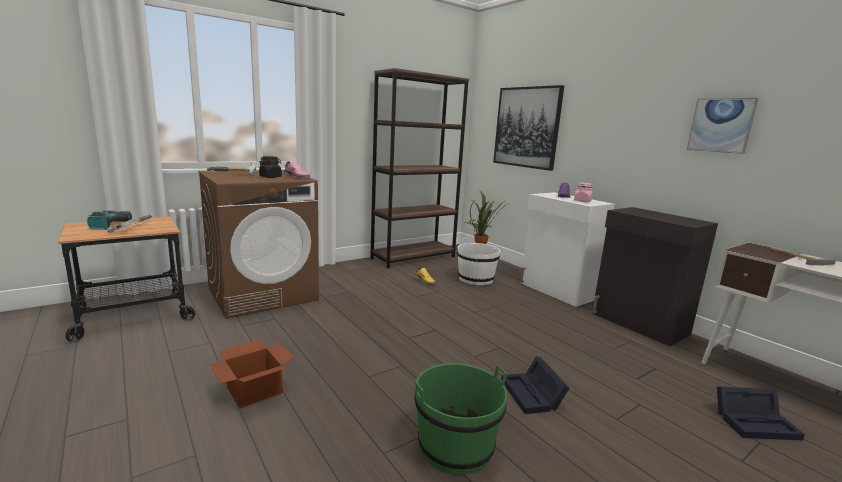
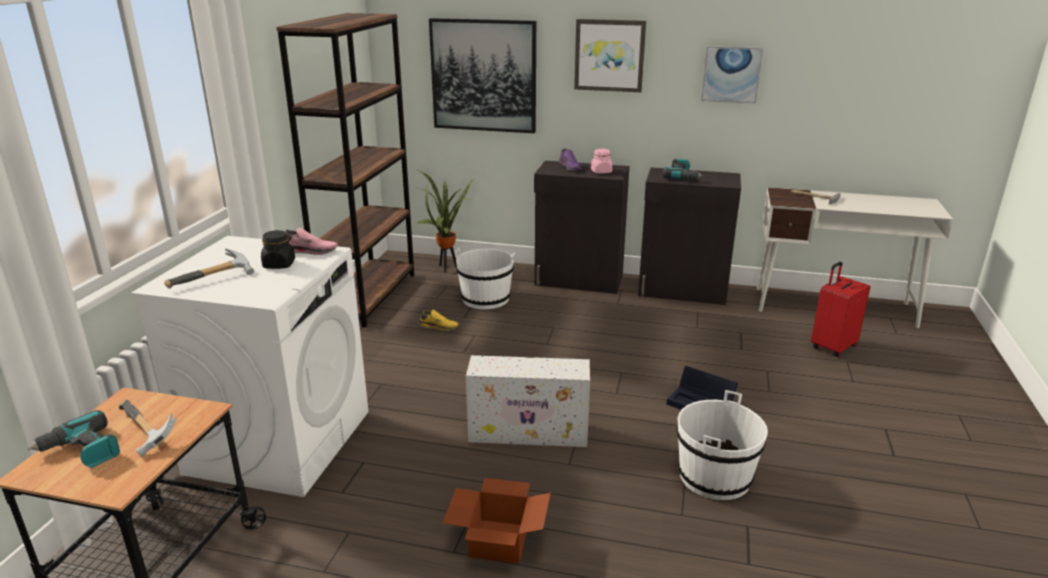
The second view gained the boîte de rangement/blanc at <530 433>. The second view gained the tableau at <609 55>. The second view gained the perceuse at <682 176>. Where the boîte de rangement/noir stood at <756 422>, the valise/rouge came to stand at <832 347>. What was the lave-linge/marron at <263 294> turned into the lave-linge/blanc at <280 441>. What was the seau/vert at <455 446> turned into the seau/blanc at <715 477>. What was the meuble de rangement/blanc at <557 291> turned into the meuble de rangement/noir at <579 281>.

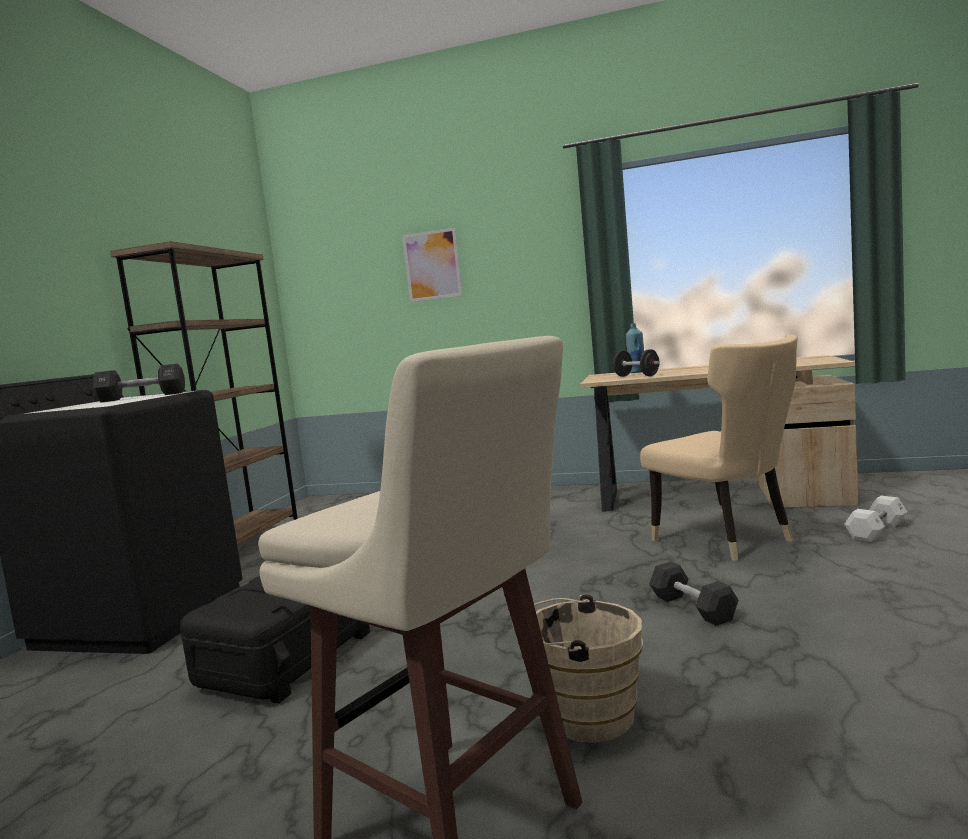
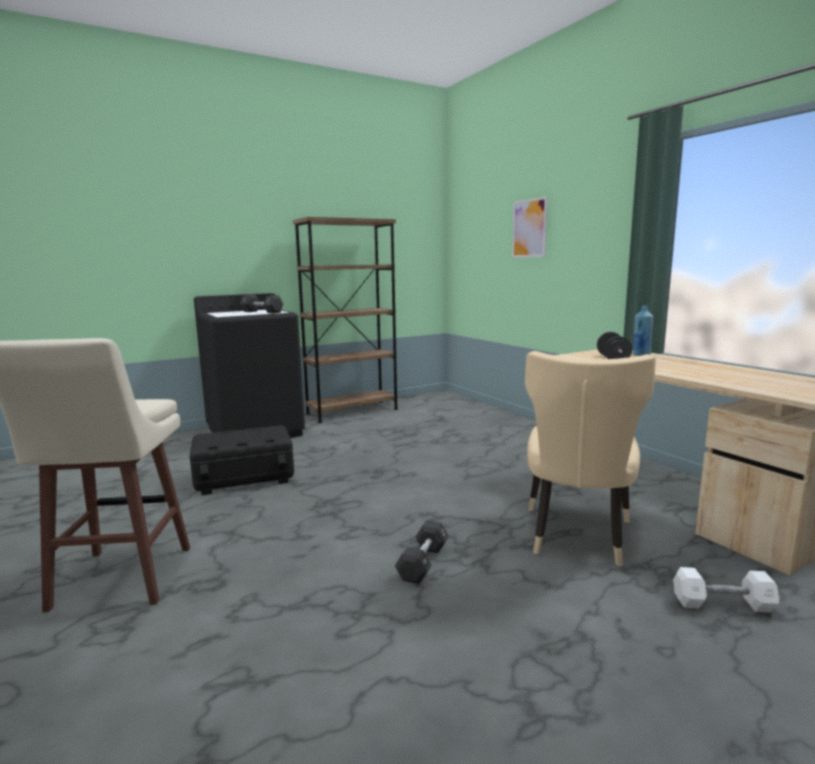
The second view lost the seau/beige at <582 715>.

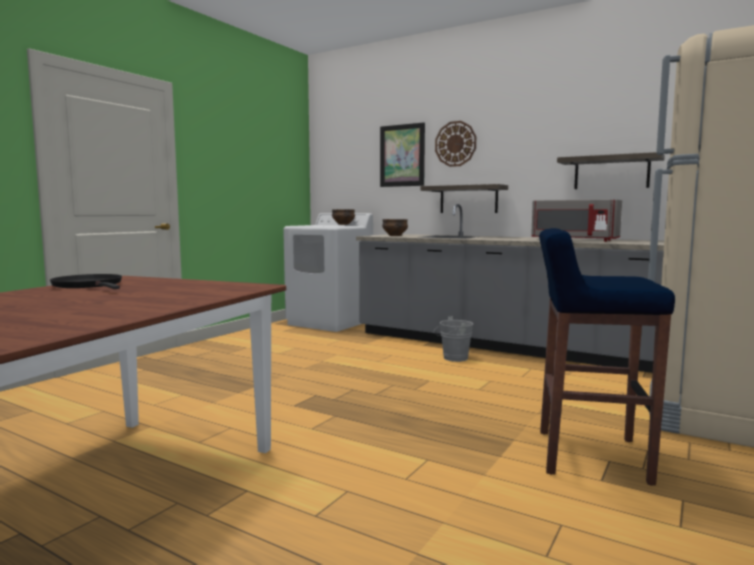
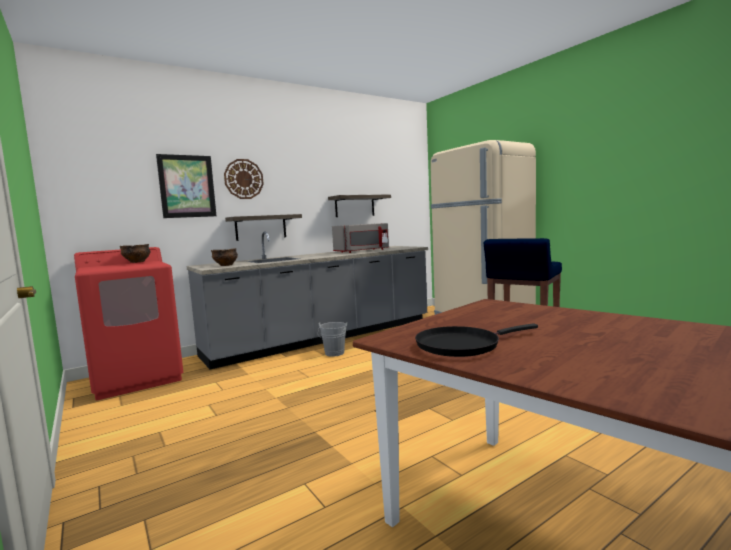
What was the lave-linge/blanc at <330 322> turned into the lave-linge/rouge at <137 378>.

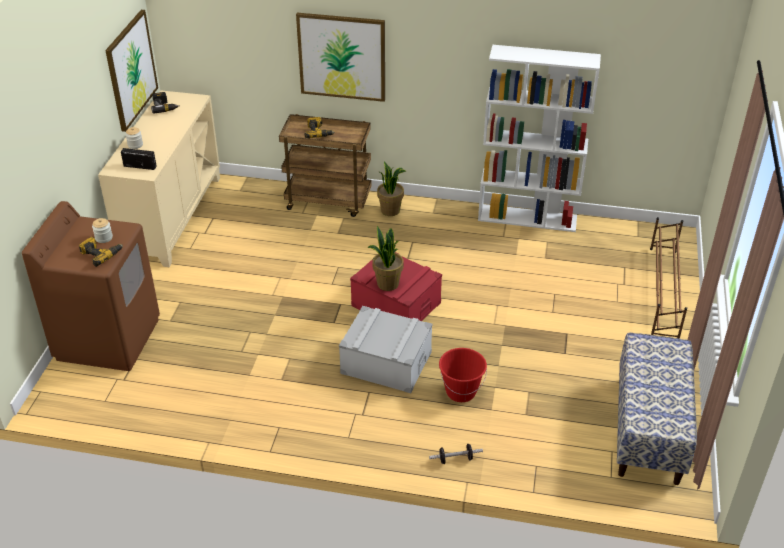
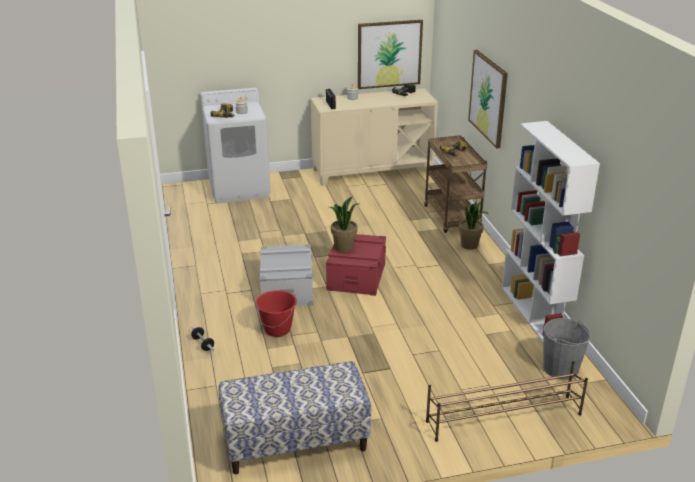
The second view gained the seau/gris at <561 368>. What was the lave-linge/marron at <108 338> turned into the lave-linge/blanc at <239 188>.

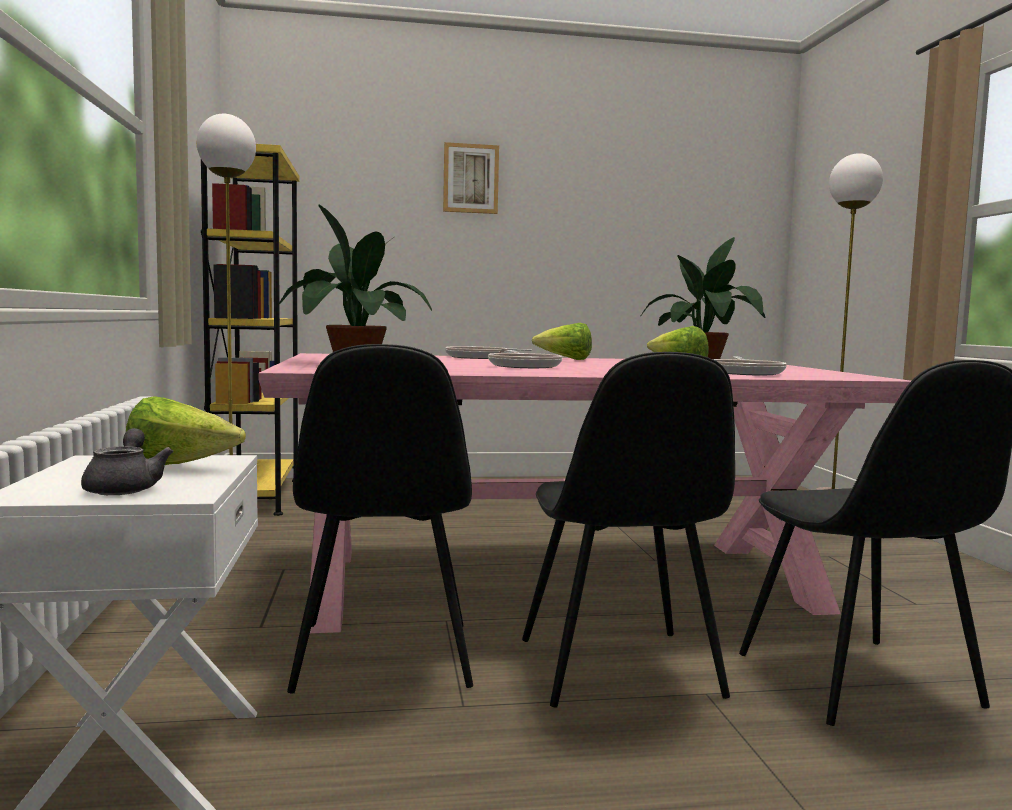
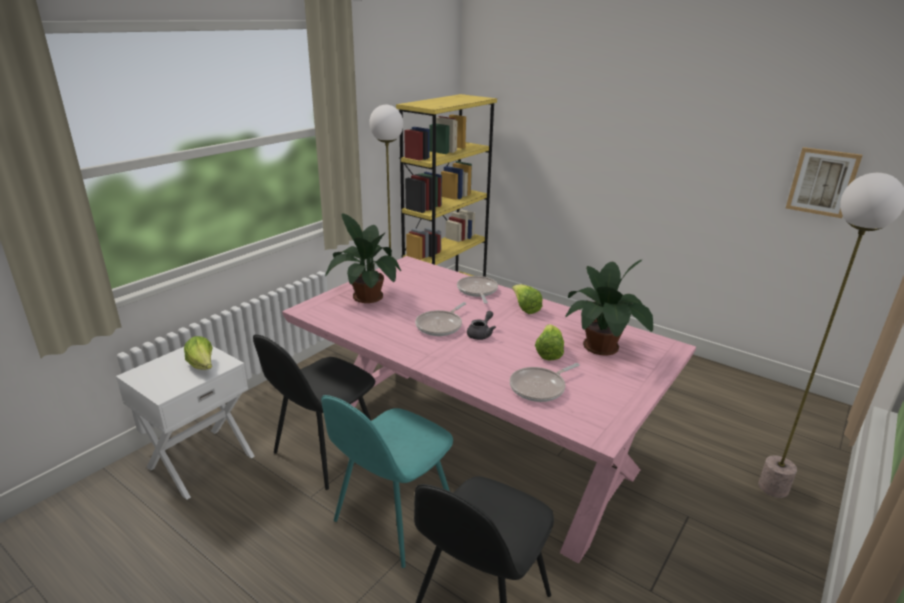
The théière/gris ended up elsewhere, having gone from <125 488> to <481 334>. The tableau ended up elsewhere, having gone from <470 179> to <822 182>. What was the chaise/noir at <619 670> turned into the chaise/turquoise at <392 519>.

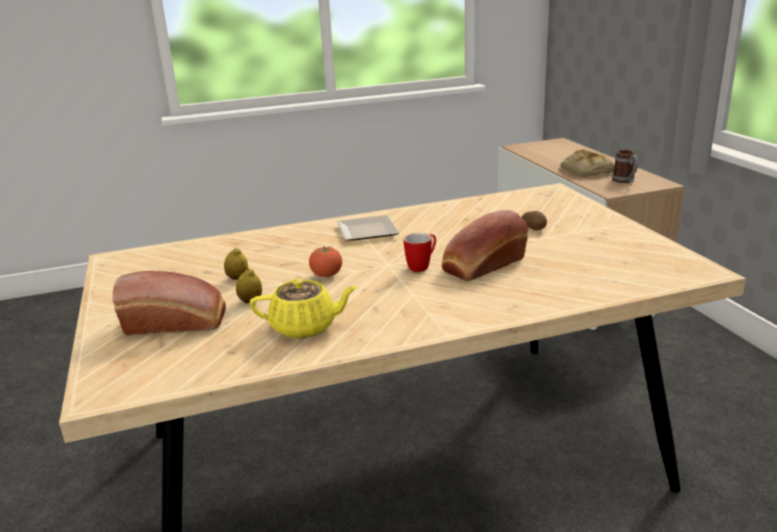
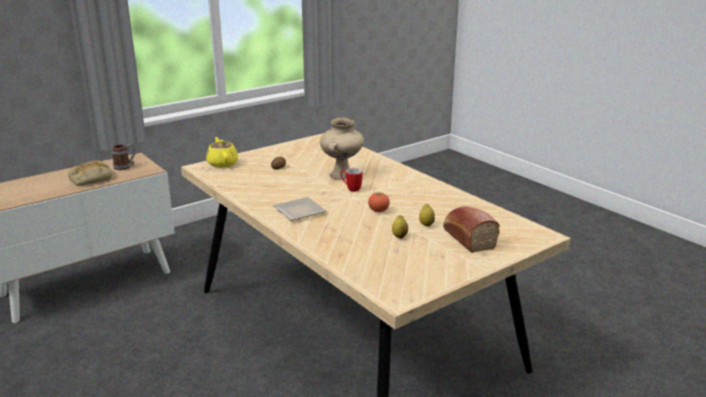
The théière/jaune ended up elsewhere, having gone from <305 327> to <222 163>. Where the pain stood at <482 265>, the vase/beige came to stand at <342 175>.

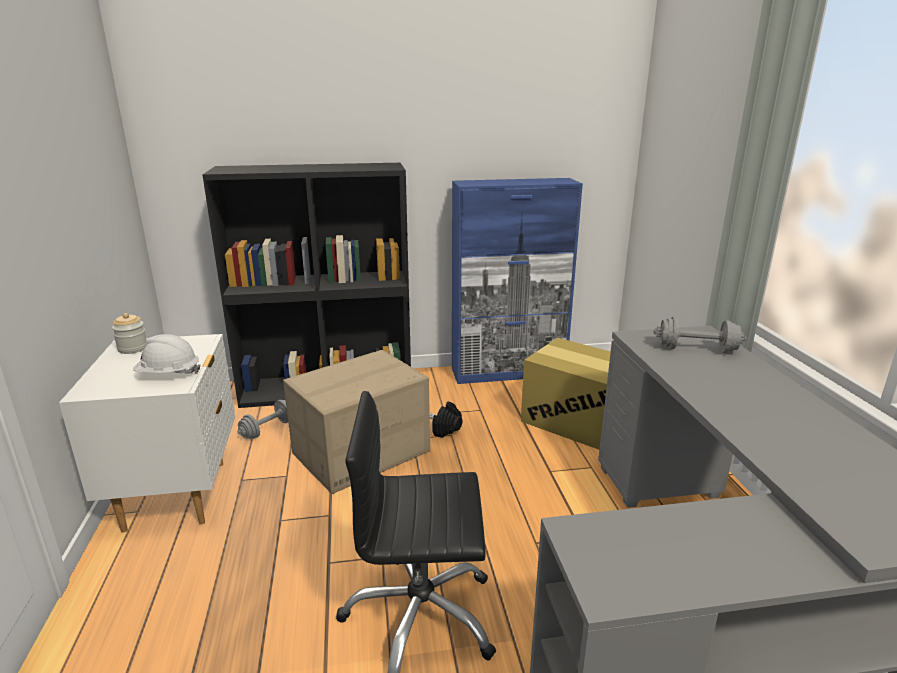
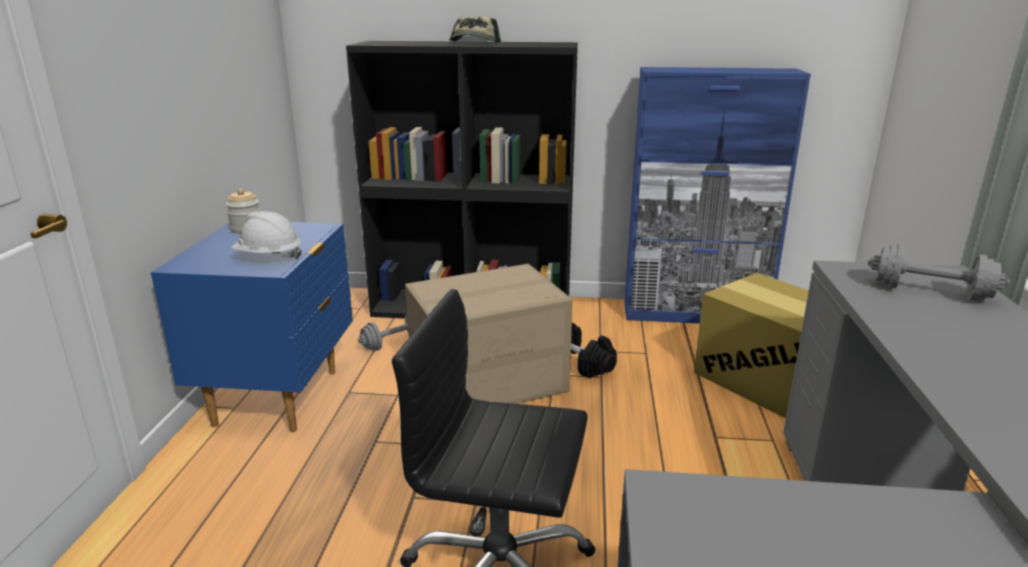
The second view gained the casquette at <474 43>. What was the table de chevet/blanc at <178 495> turned into the table de chevet/bleu at <279 397>.

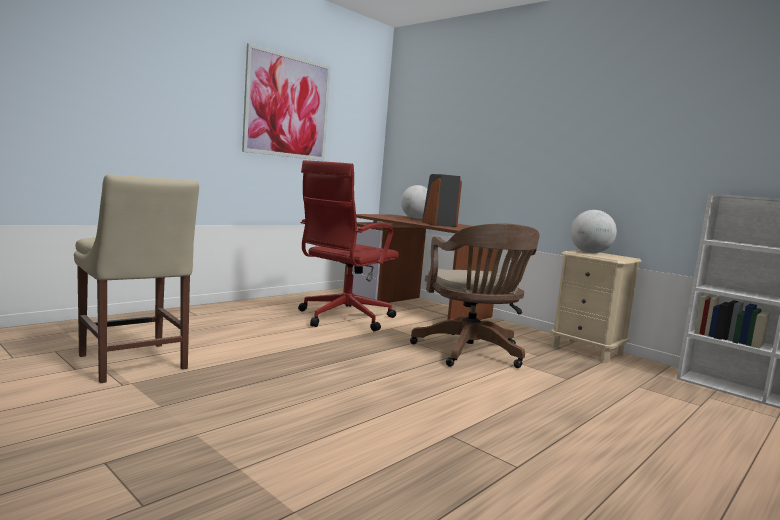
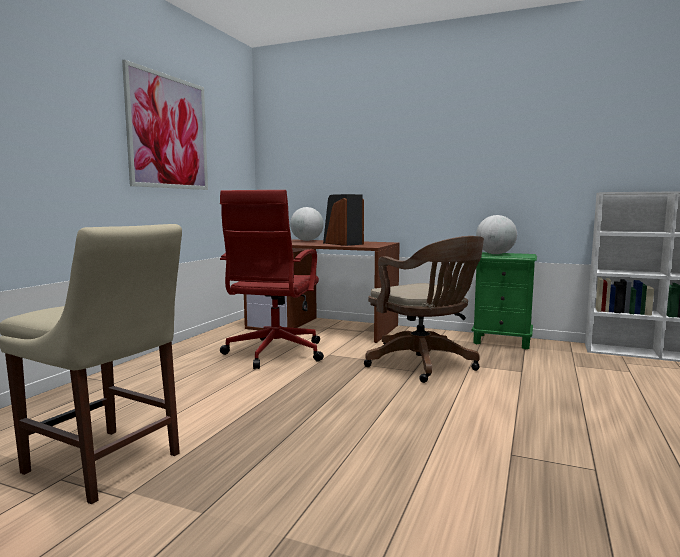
What was the table de chevet/beige at <587 350> turned into the table de chevet/vert at <502 341>.

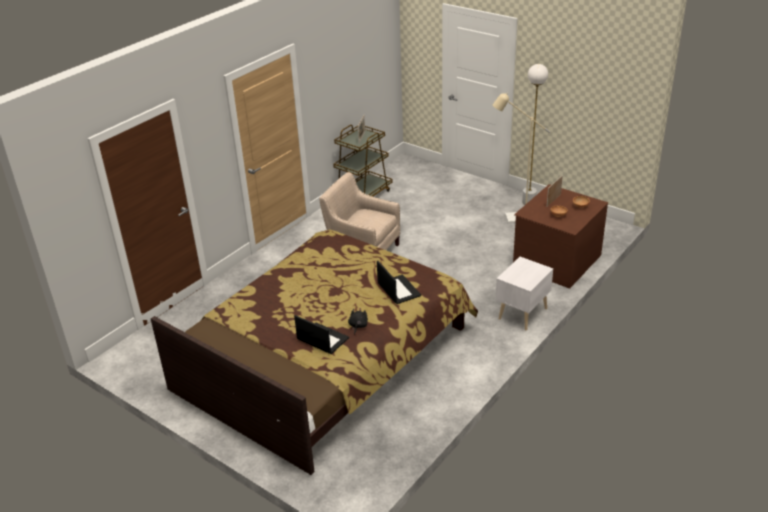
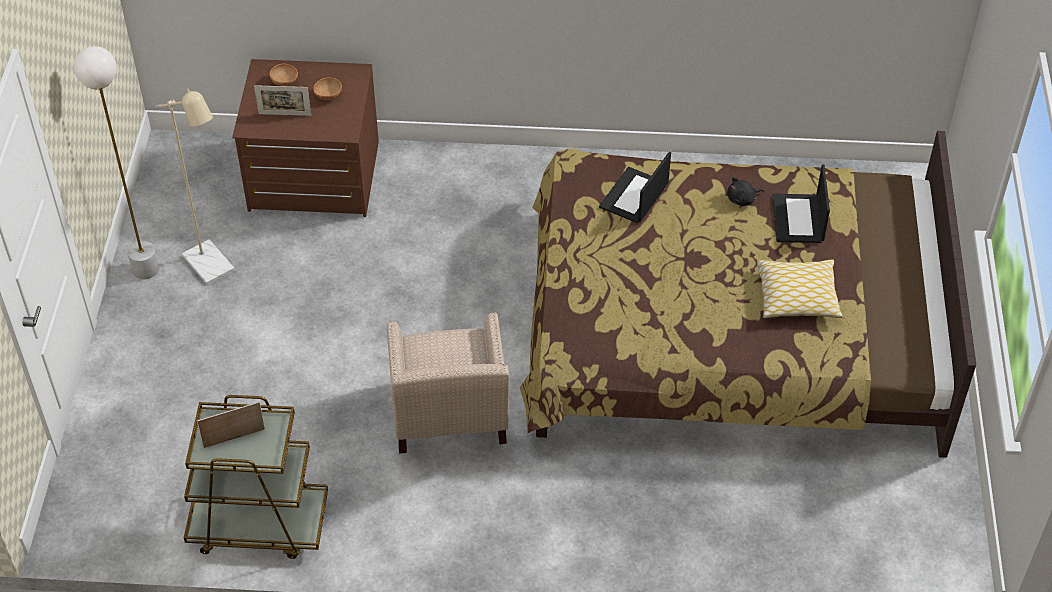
The second view lost the table de chevet/blanc at <521 314>. The second view gained the coussin at <797 297>.

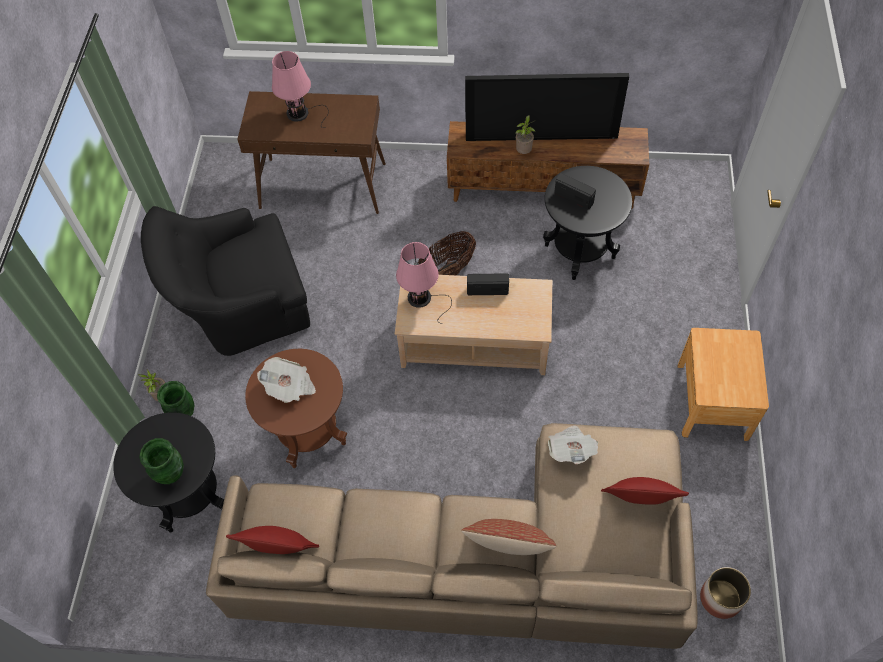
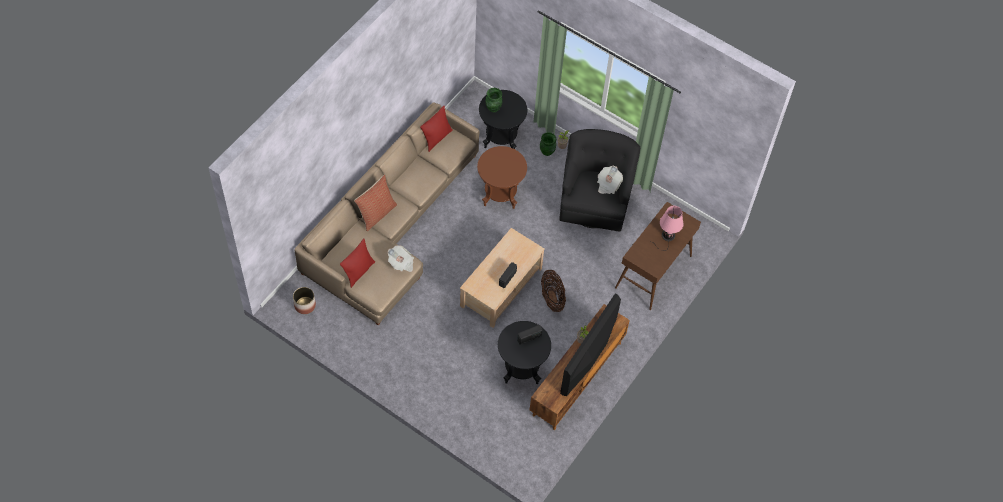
The second view lost the lampe de table/rose at <422 298>. The second view lost the table de chevet/marron at <712 401>. The journal ended up elsewhere, having gone from <290 387> to <608 184>.

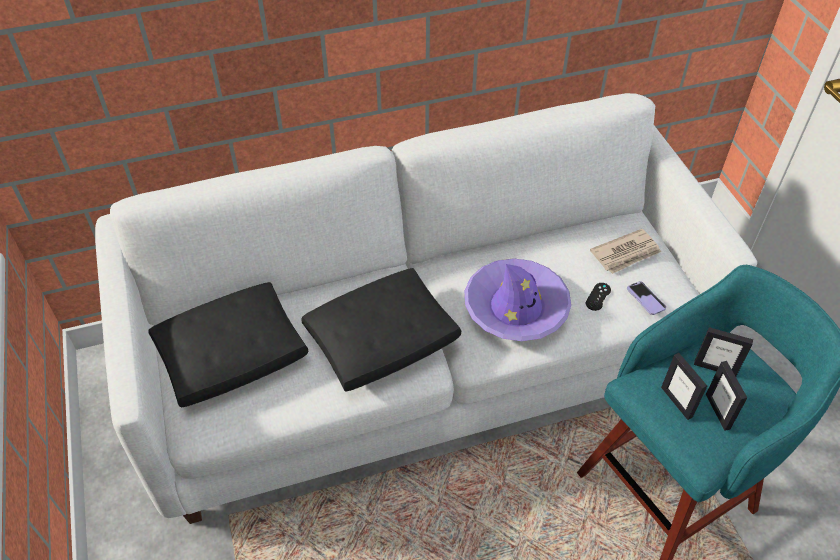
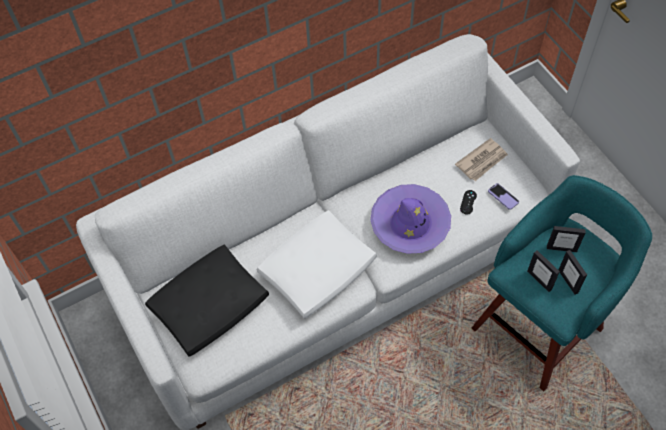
What was the coussin/noir at <383 339> turned into the coussin/blanc at <318 269>.

